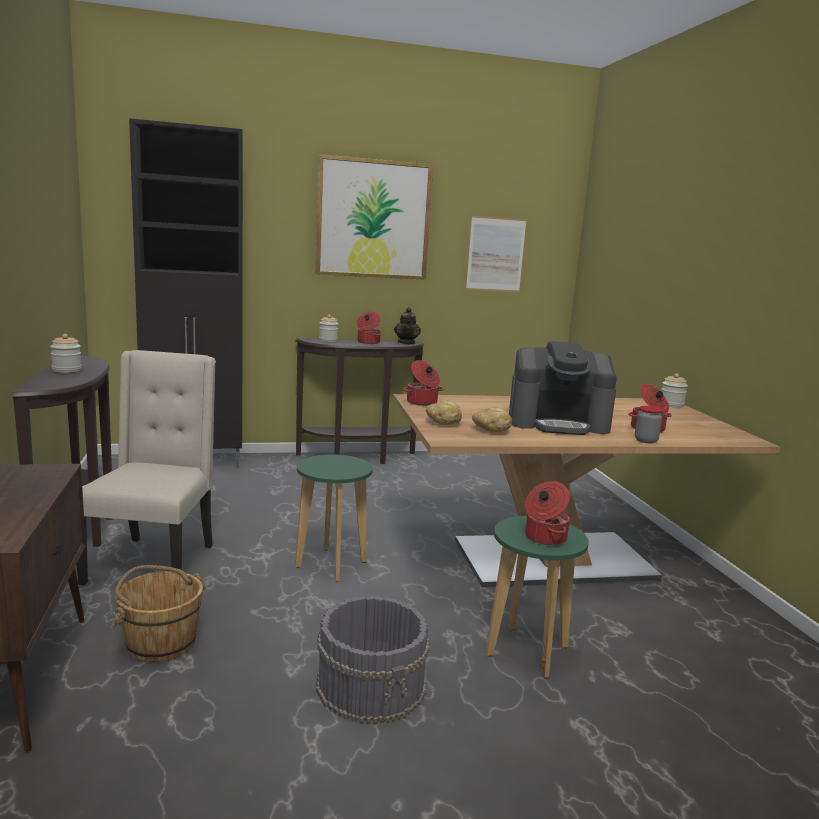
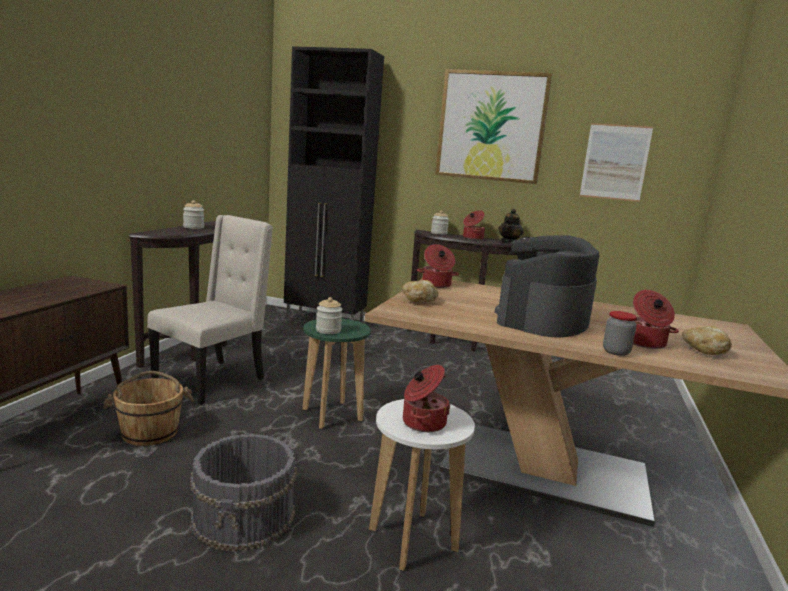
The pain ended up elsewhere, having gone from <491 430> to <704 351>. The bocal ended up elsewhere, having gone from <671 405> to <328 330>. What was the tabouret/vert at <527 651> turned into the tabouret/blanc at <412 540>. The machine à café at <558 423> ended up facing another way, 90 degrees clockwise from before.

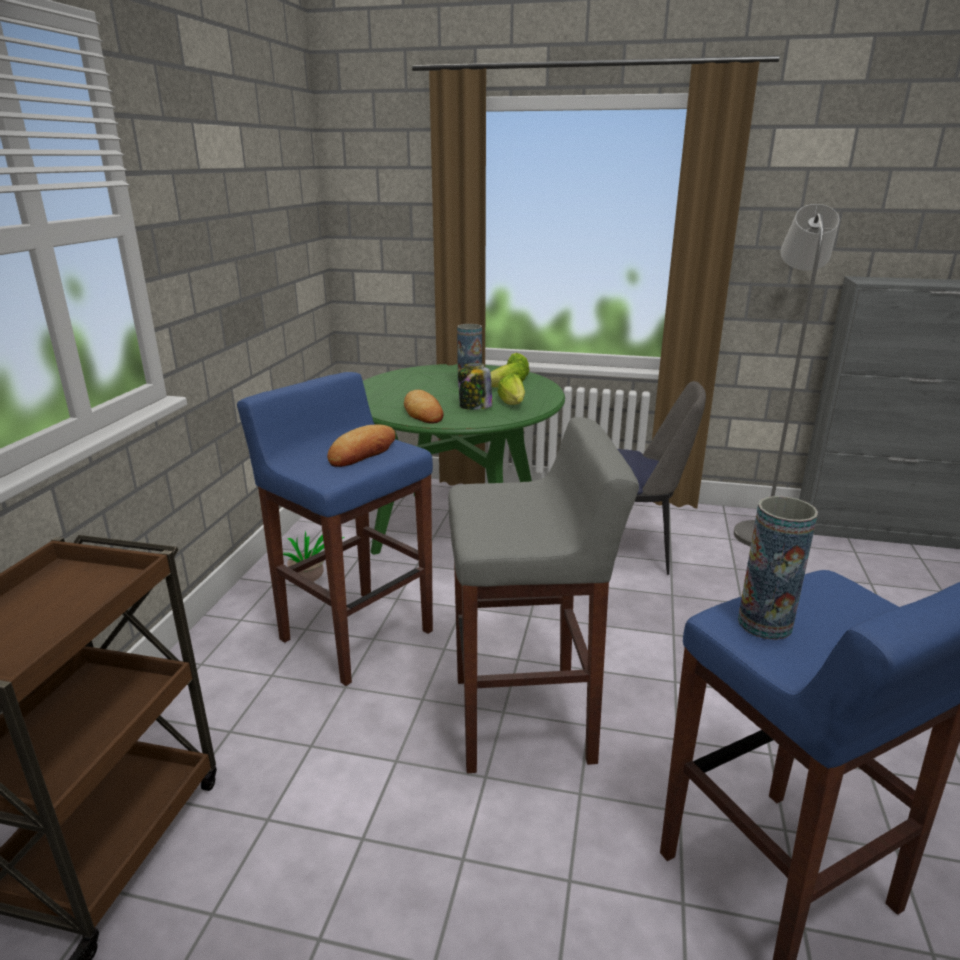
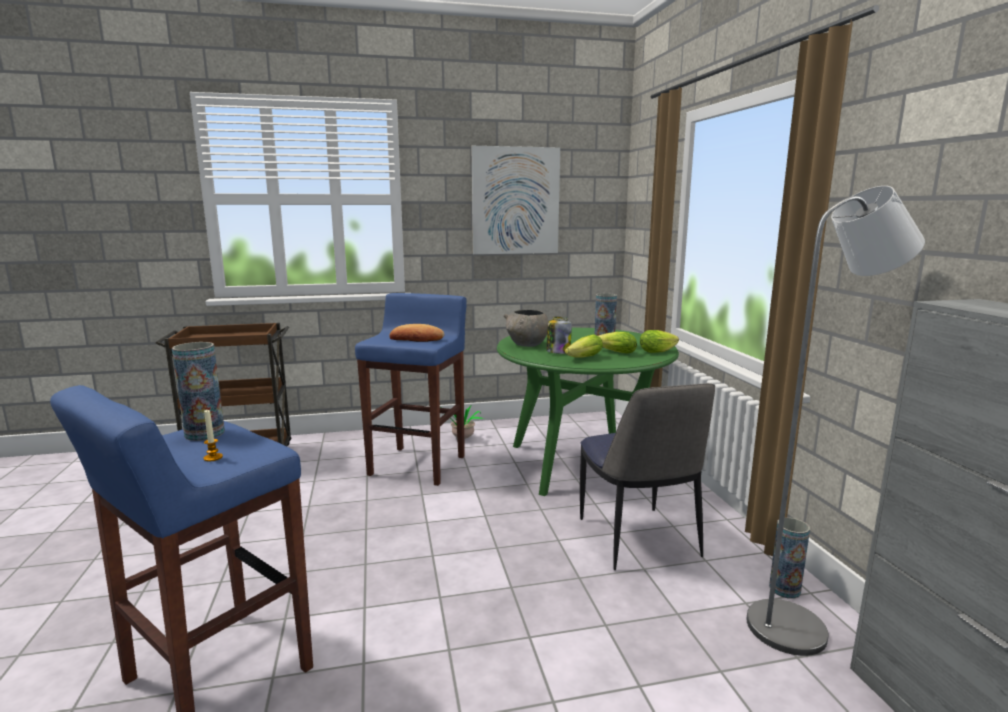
The second view lost the tabouret/gris at <525 719>. The second view gained the bougie at <213 457>. The second view gained the tableau at <515 201>. The second view gained the vase at <784 589>. Where the pain stood at <423 412>, the bol/gris came to stand at <527 345>.

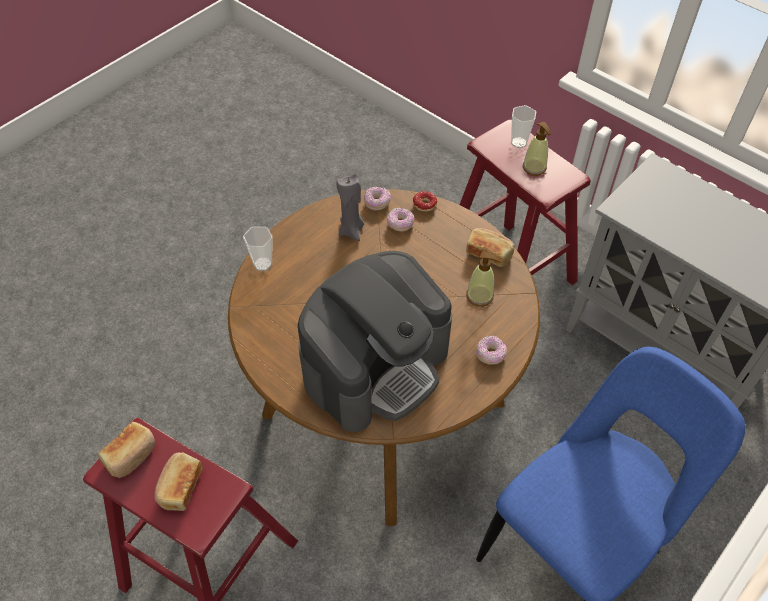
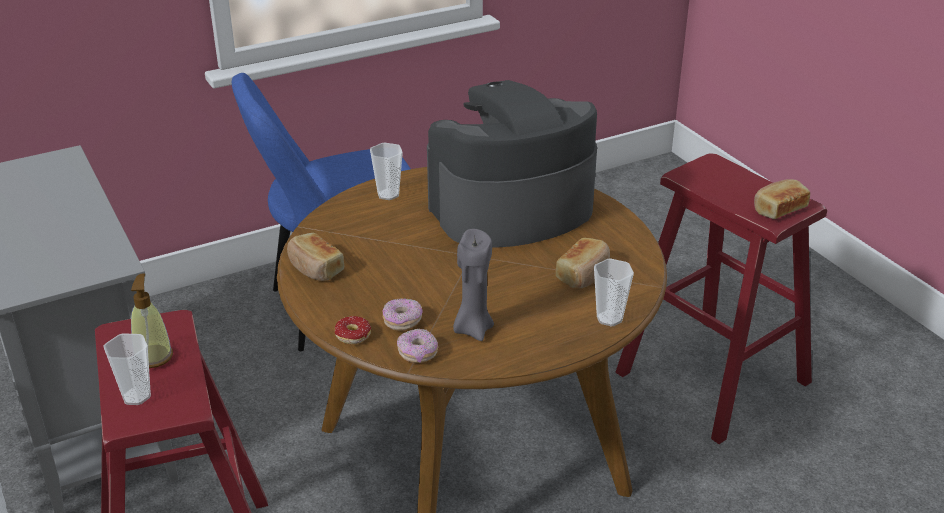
The second view lost the distributeur de savon at <480 296>. The pain ended up elsewhere, having gone from <179 486> to <583 274>. Where the beignet stood at <490 354>, the tasse came to stand at <388 194>.

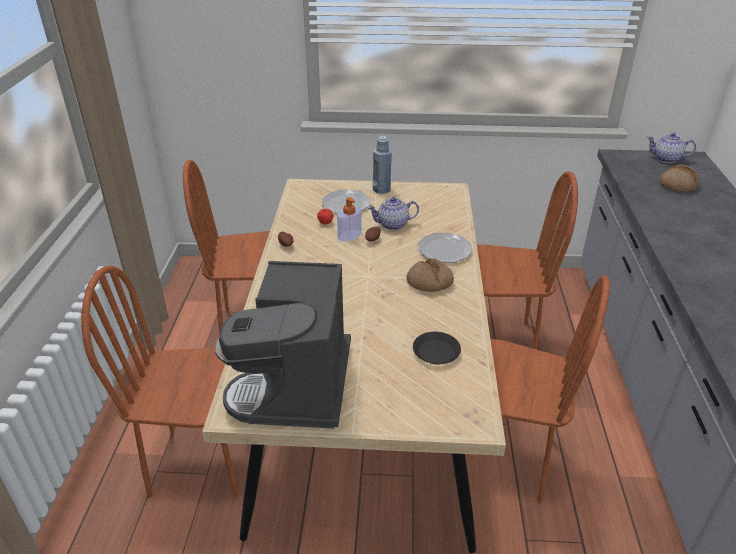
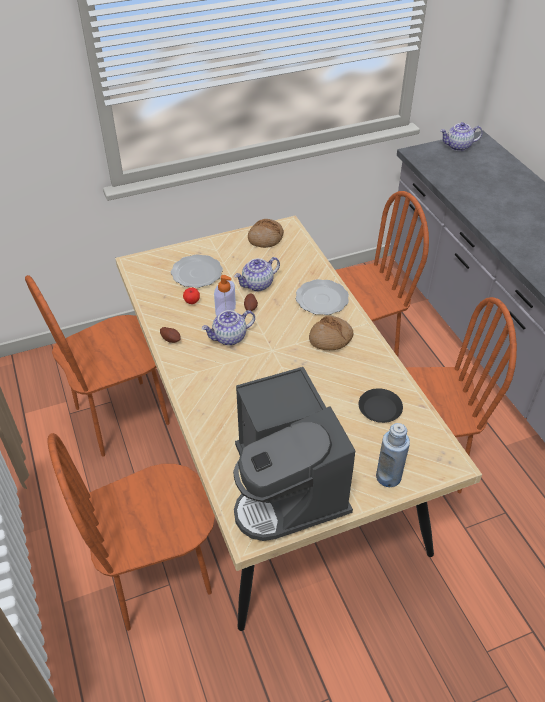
The second view gained the théière at <229 338>. The bouteille/bleu ended up elsewhere, having gone from <381 189> to <388 477>. The pain ended up elsewhere, having gone from <678 185> to <265 238>.

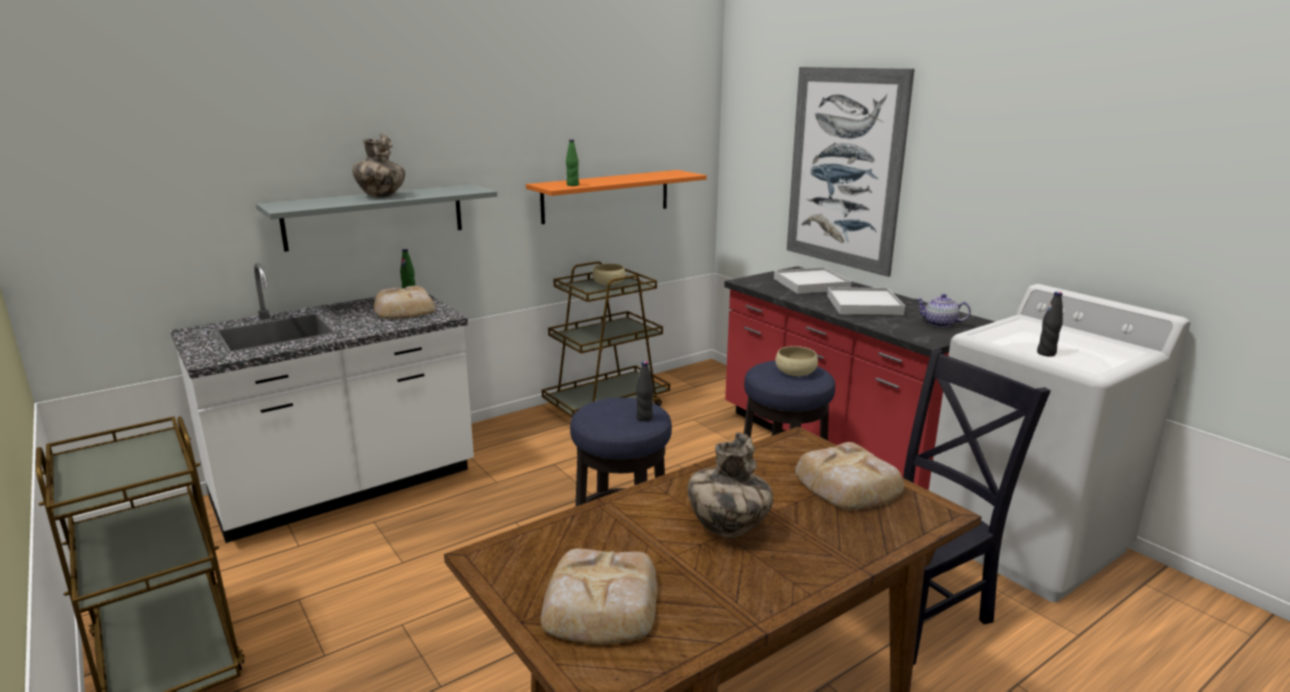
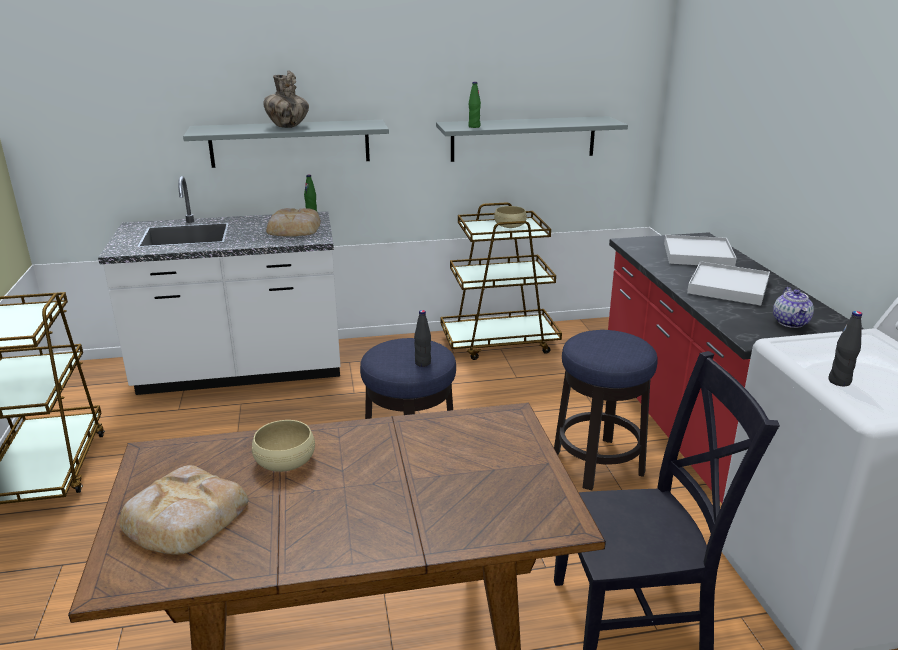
The second view lost the vase at <727 528>. The second view lost the tableau at <844 169>. The second view lost the pain at <848 485>. The bol/beige ended up elsewhere, having gone from <795 372> to <285 460>. What was the étagère/orange at <606 196> turned into the étagère/gris at <523 138>. The théière at <939 324> ended up facing another way, 135 degrees counterclockwise from before.

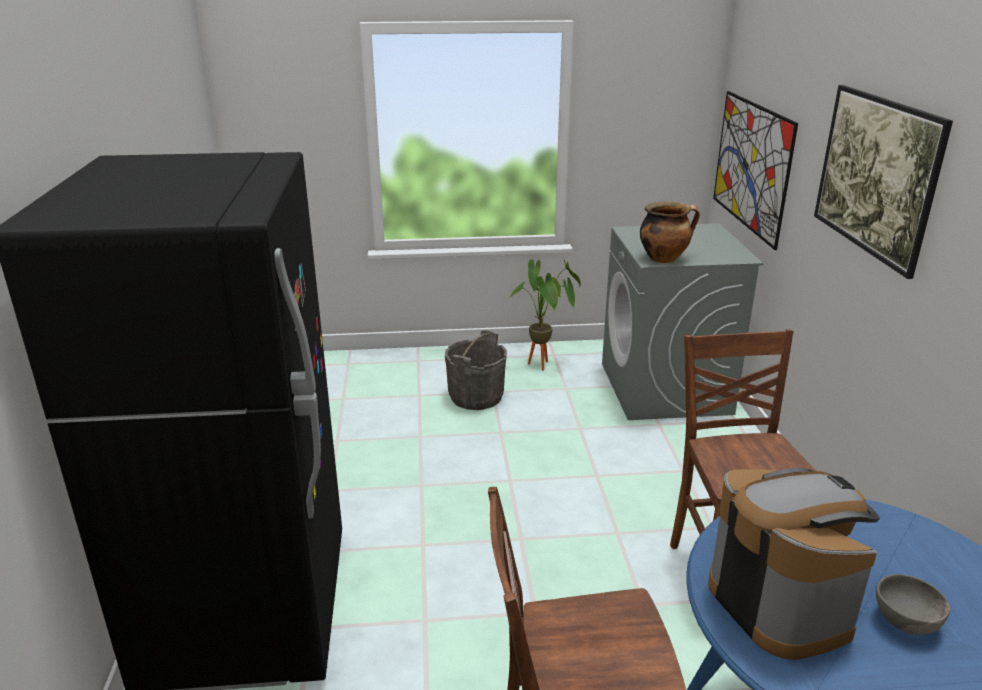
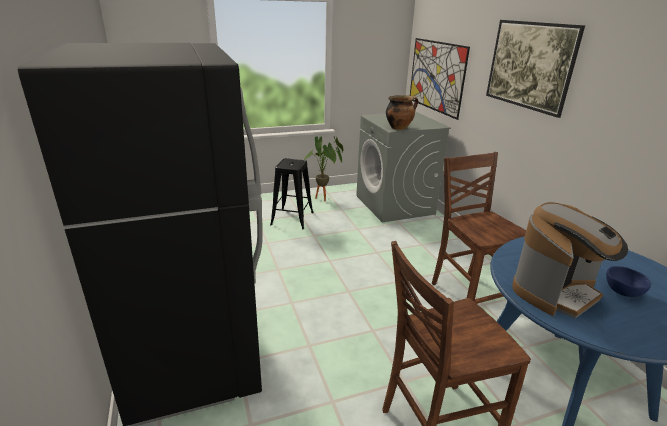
Where the seau/gris stood at <476 397>, the tabouret/noir came to stand at <292 218>. What was the bol/gris at <905 623> turned into the bol/bleu at <622 293>. The machine à café at <779 603> ended up facing another way, 90 degrees clockwise from before.

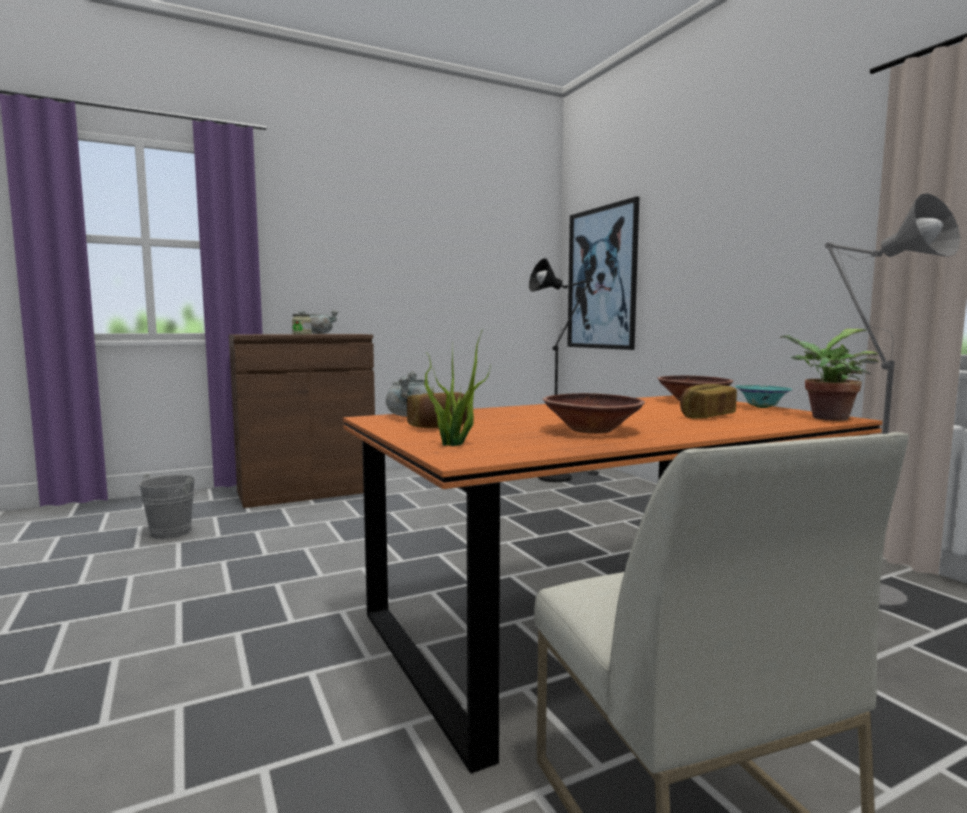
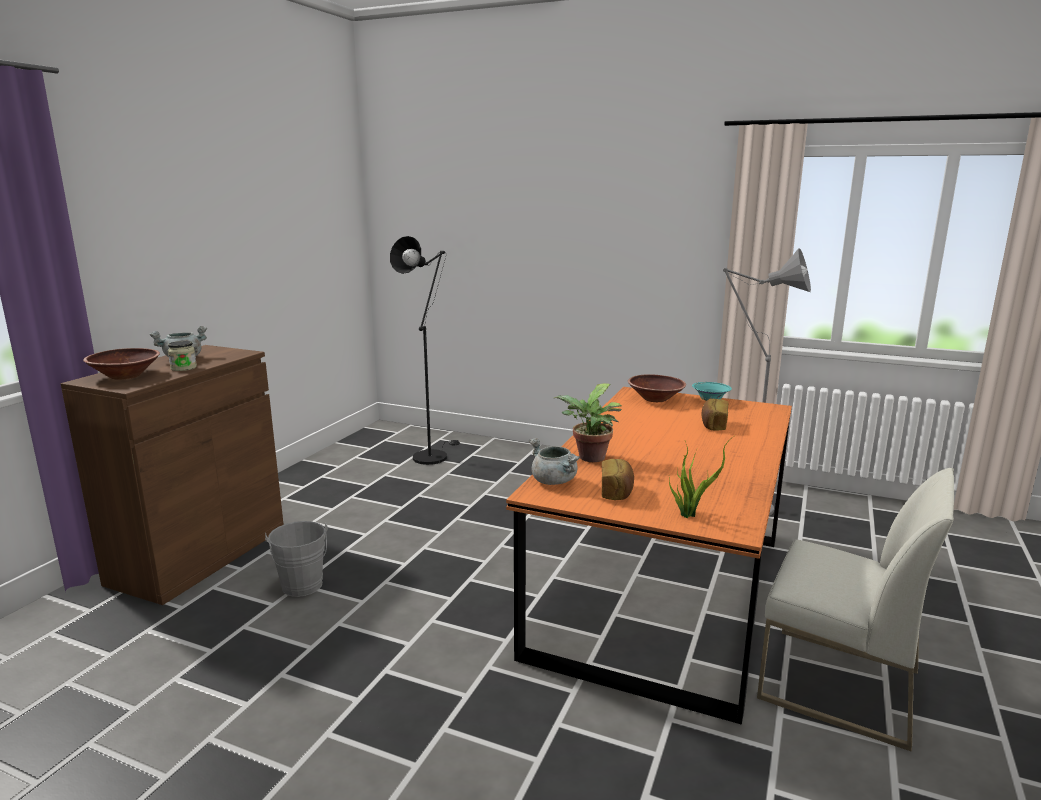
The second view lost the tableau at <601 278>. The seau/gris ended up elsewhere, having gone from <167 534> to <302 588>. The bol/marron ended up elsewhere, having gone from <592 430> to <125 376>. The plante en pot ended up elsewhere, having gone from <825 418> to <589 458>.

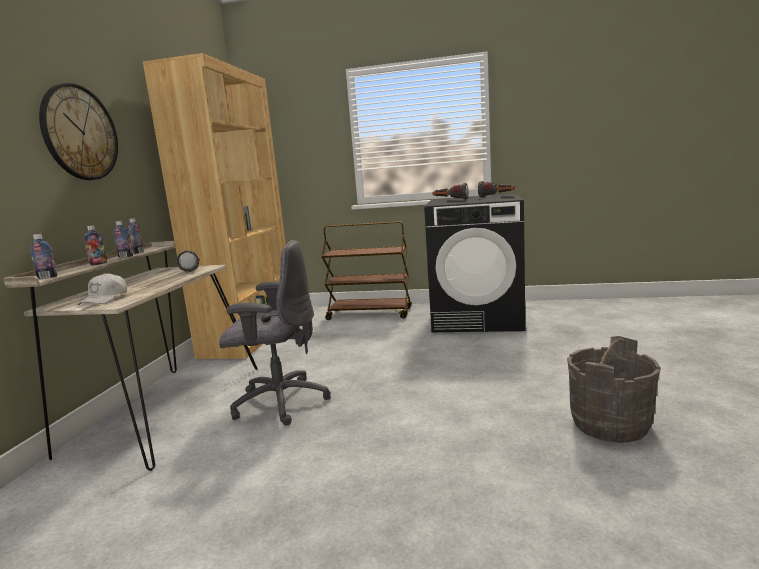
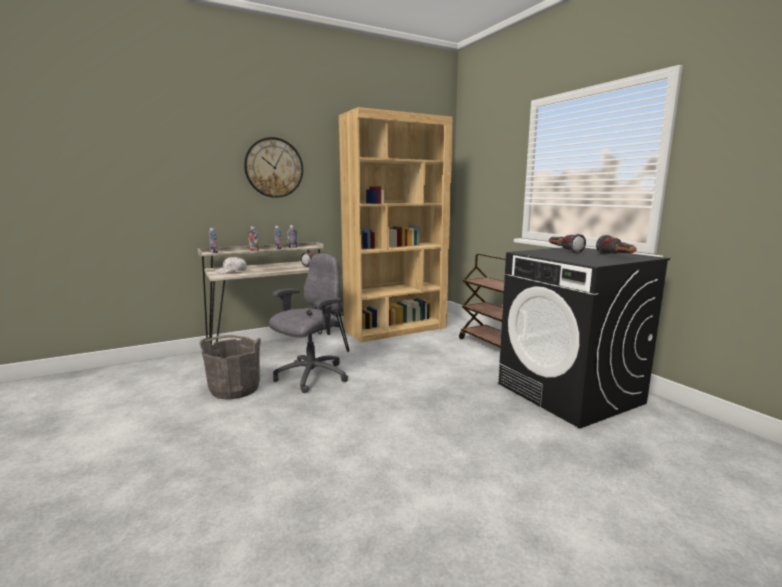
The seau/gris ended up elsewhere, having gone from <609 424> to <235 389>. The chaise de bureau/gris at <279 402> ended up facing another way, 105 degrees counterclockwise from before.

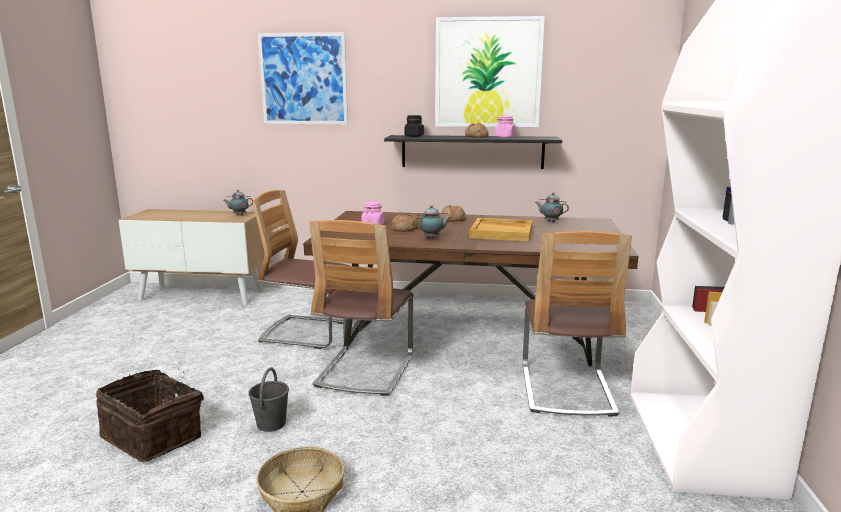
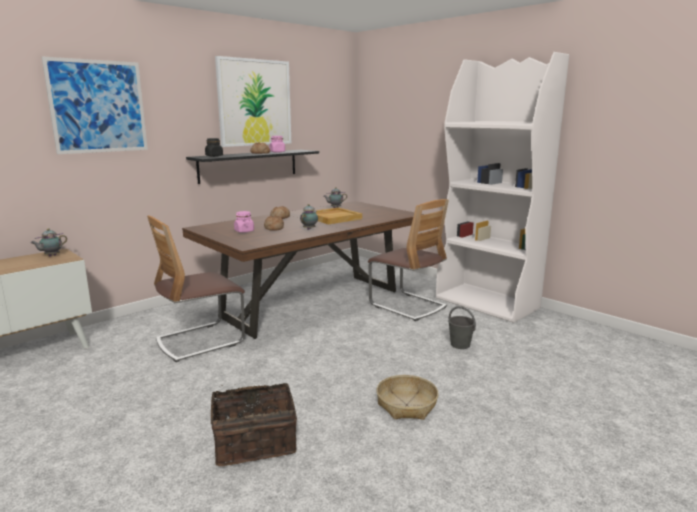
The second view lost the chaise at <365 370>. The seau/gris ended up elsewhere, having gone from <271 424> to <460 345>.

